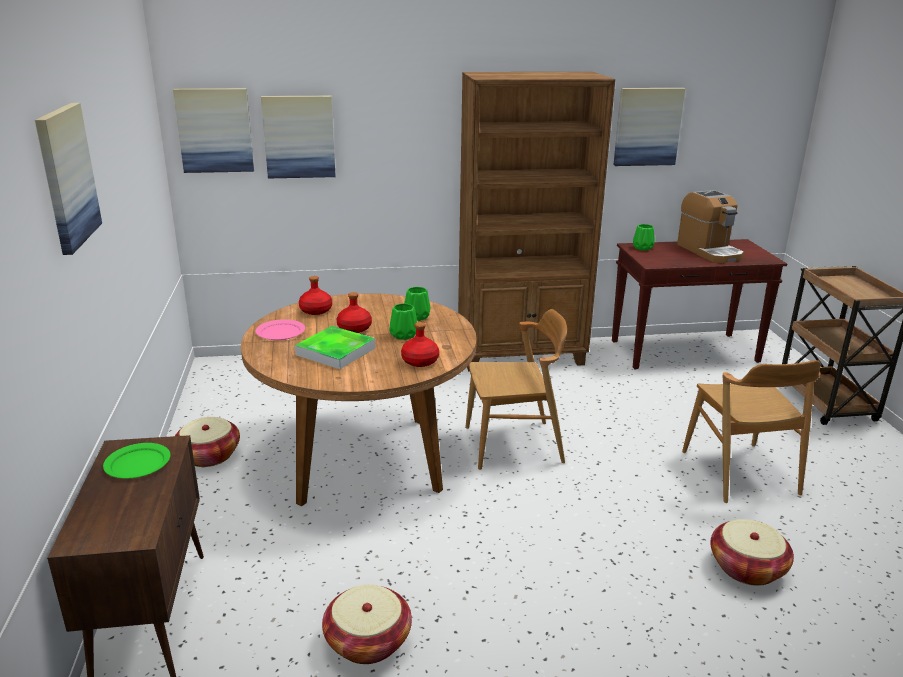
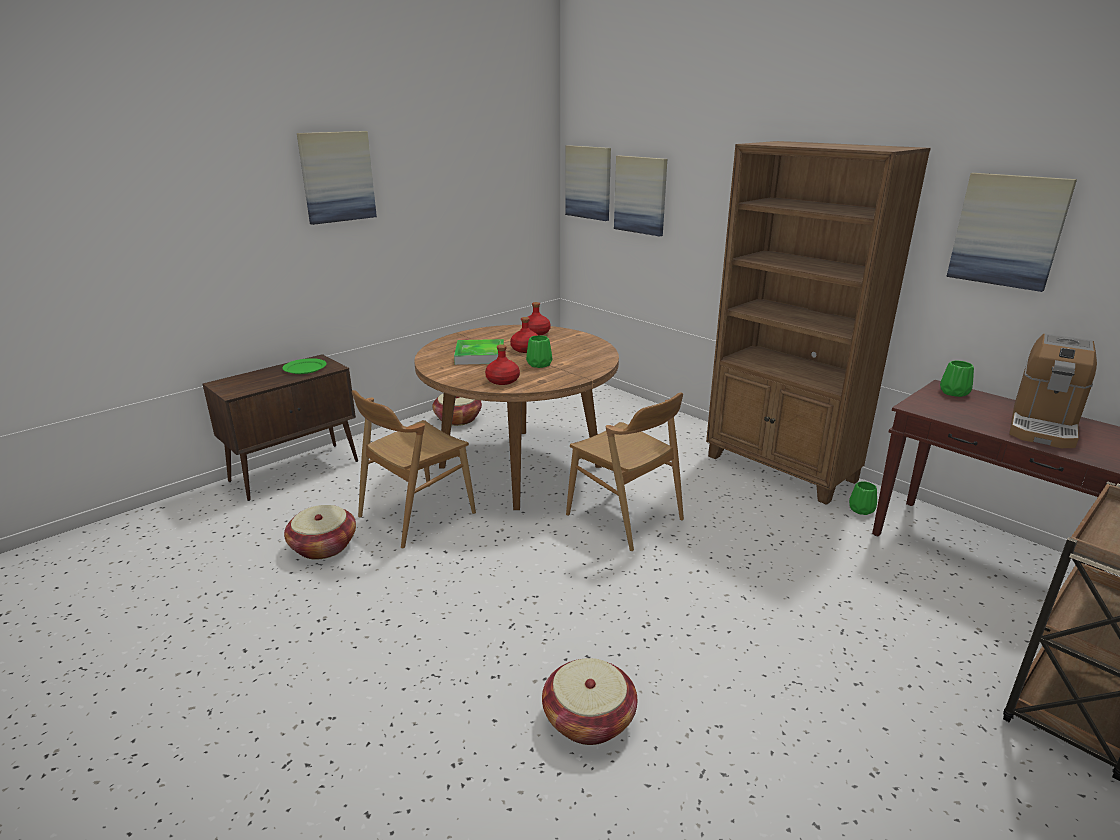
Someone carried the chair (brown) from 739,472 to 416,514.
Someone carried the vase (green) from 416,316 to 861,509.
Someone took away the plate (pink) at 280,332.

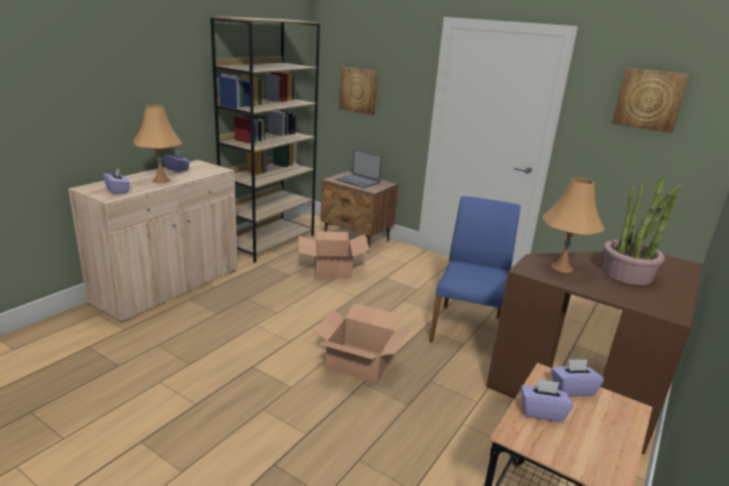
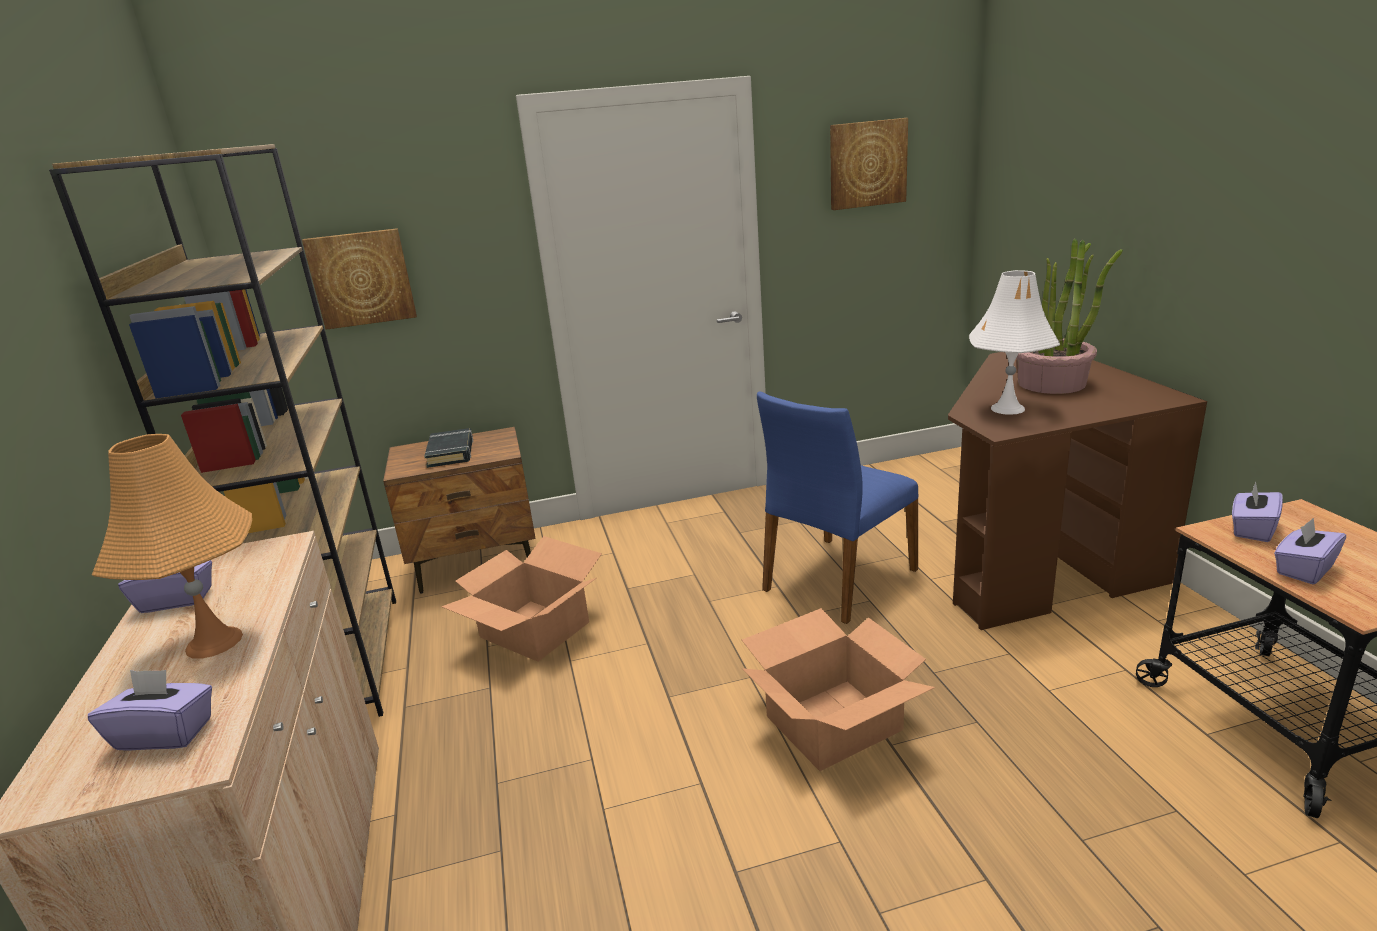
Someone swapped the laptop at 358,181 for the book (black) at 451,452.
Someone rotated the chair (blue) at 468,328 by 105 degrees counterclockwise.
Someone repainted the table lamp (orange) at 561,267, which became the table lamp (white) at 1007,408.

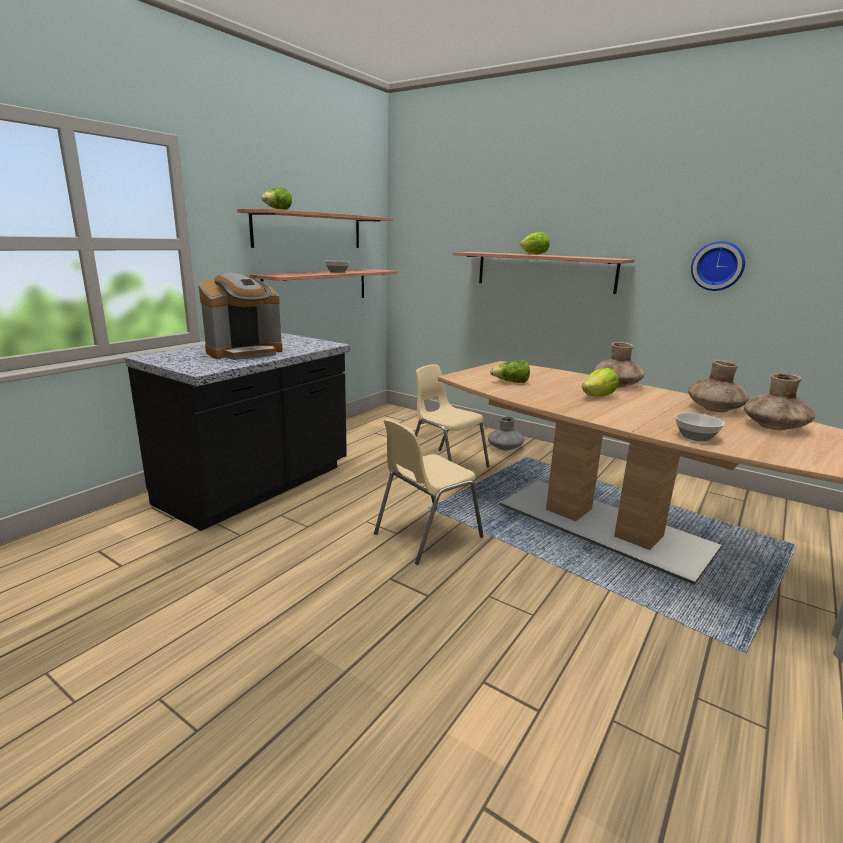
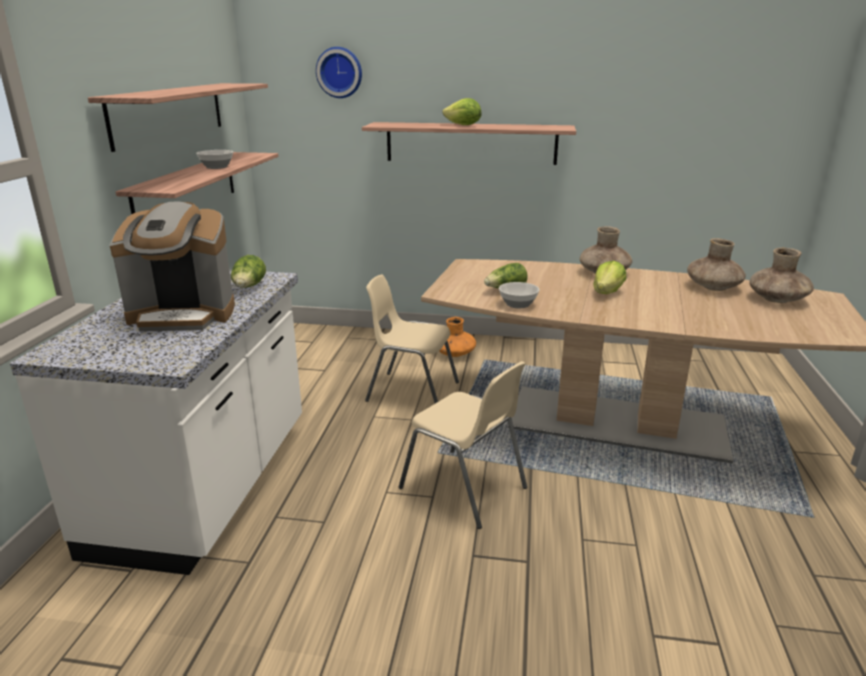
Someone repainted the counter (black) at 257,487, which became the counter (white) at 207,486.
Someone rotated the coffee machine at 245,352 by 60 degrees clockwise.
Someone carried the lettuce from 277,209 to 249,287.
Someone carried the wall clock from 718,266 to 340,72.
Someone rotated the chair (beige) at 426,535 by 75 degrees counterclockwise.
Someone repainted the vase (grey) at 505,448, which became the vase (orange) at 455,354.
Someone carried the bowl from 694,437 to 517,304.

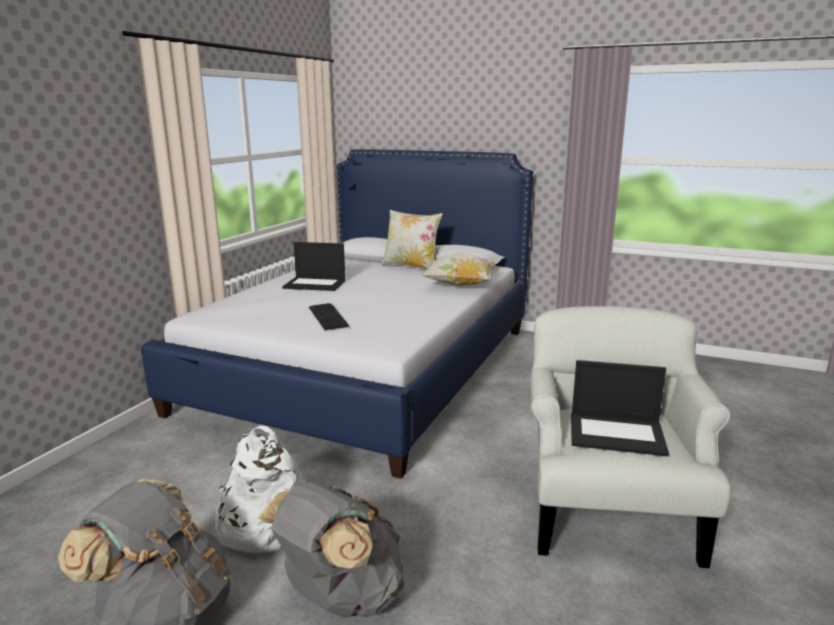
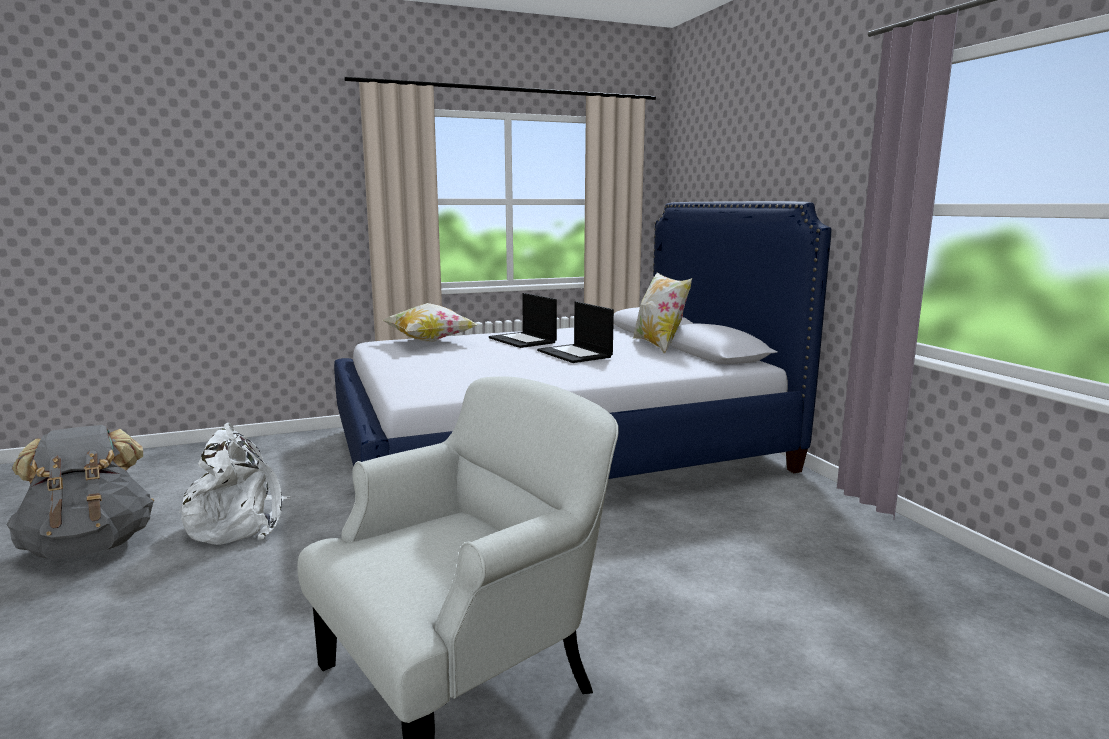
Someone carried the pillow from 460,285 to 430,341.
Someone carried the laptop from 617,434 to 575,354.
Someone took away the backpack (grey) at 340,597.
Someone took away the keyboard at 329,317.

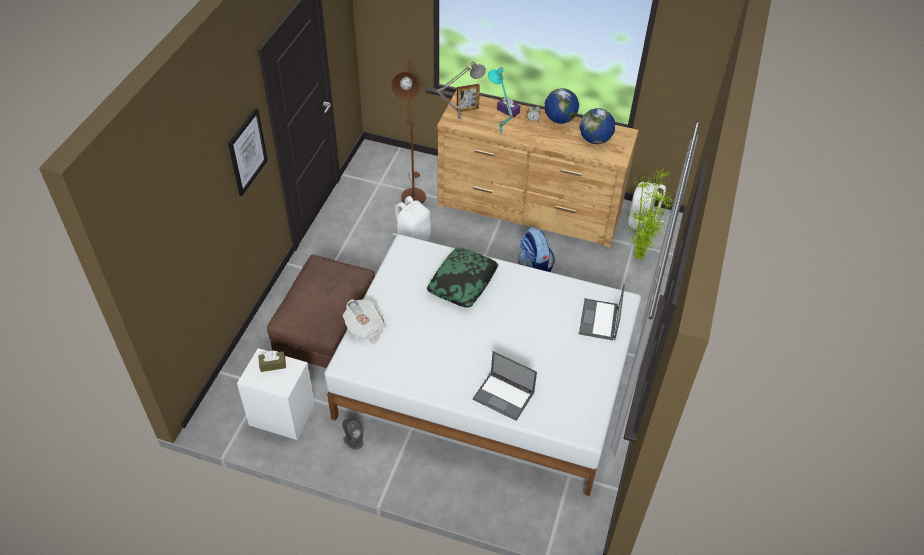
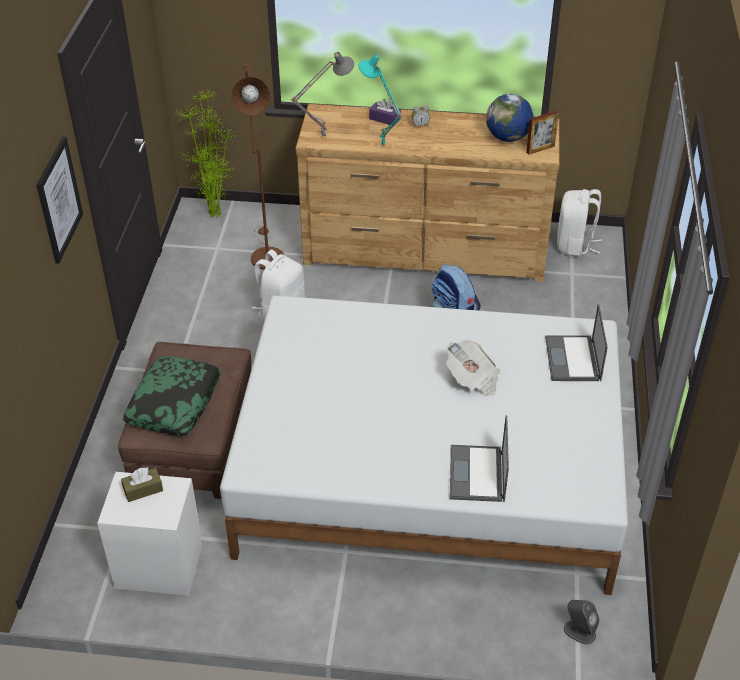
Someone carried the pillow from 462,282 to 174,403.
Someone carried the potted plant from 639,257 to 215,214.
Someone carried the newspaper from 365,328 to 473,379.
Someone rotated the laptop at 504,396 by 75 degrees clockwise.
Someone carried the picture frame from 467,109 to 540,149.
Someone carried the speaker (grey) from 353,440 to 579,631.
Someone took away the globe at 559,119.

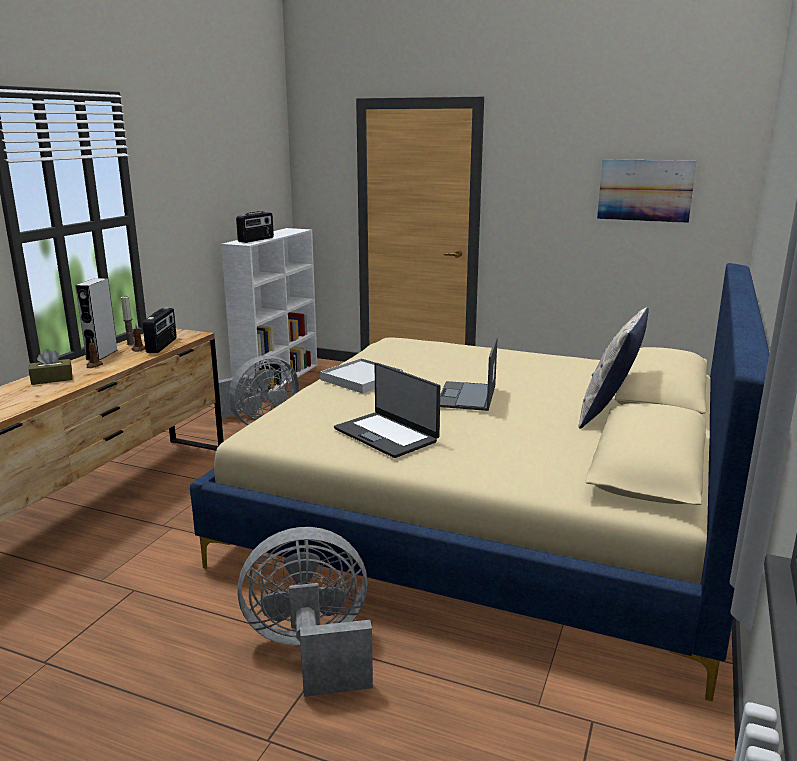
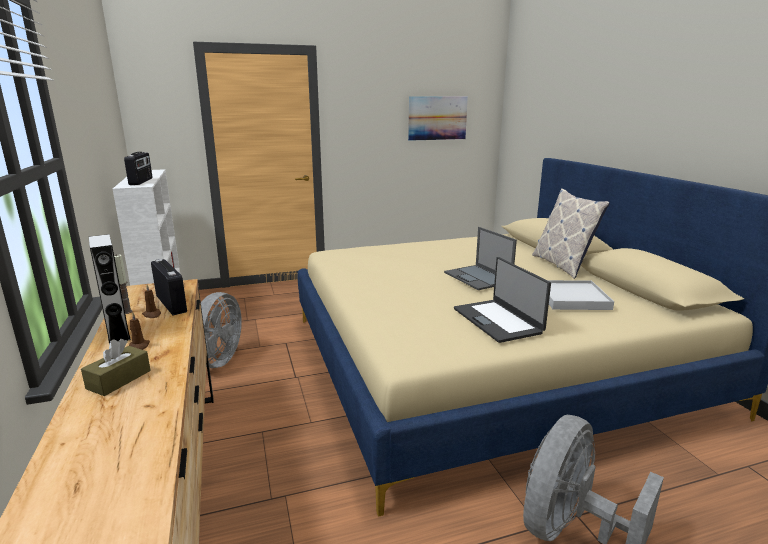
Someone rotated the laptop at 386,434 by 60 degrees clockwise.
Someone carried the tray (white) from 361,379 to 572,298.

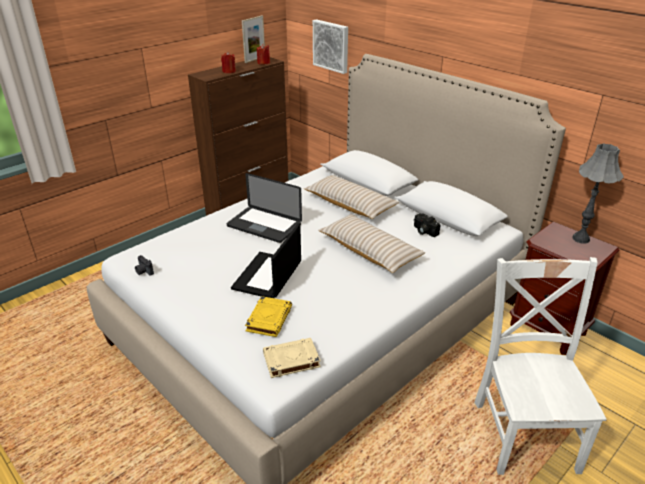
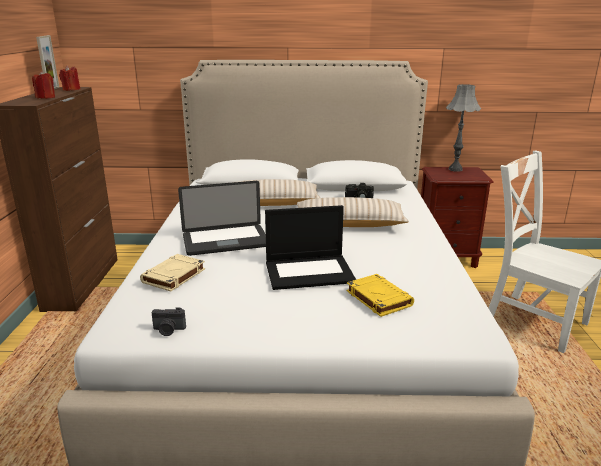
Someone carried the book (beige) from 290,360 to 173,276.
Someone rotated the laptop at 268,276 by 75 degrees counterclockwise.
Someone took away the picture at 331,46.

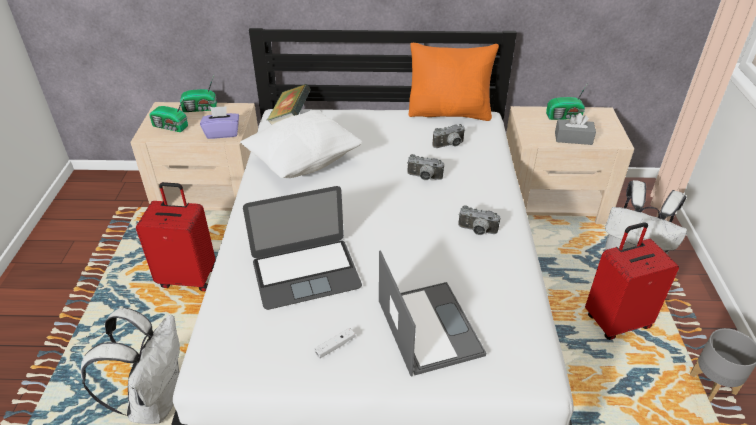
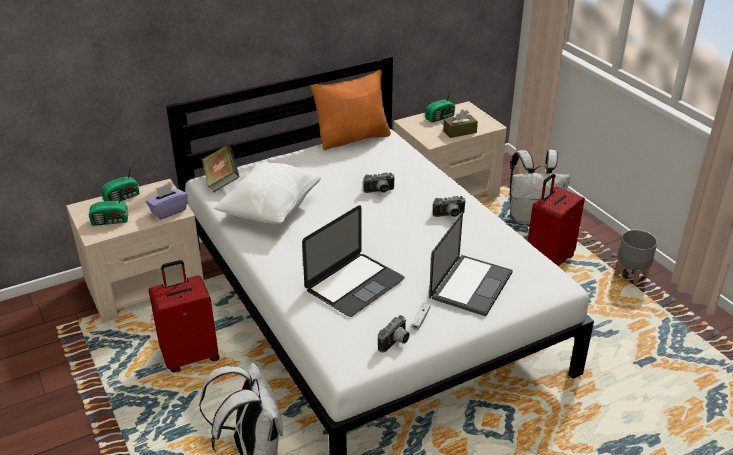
Someone carried the photo camera from 449,146 to 395,343.
Someone rotated the laptop at 428,326 by 75 degrees clockwise.
Someone repainted the tissue box (grey) at 573,138, which became the tissue box (brown) at 459,132.

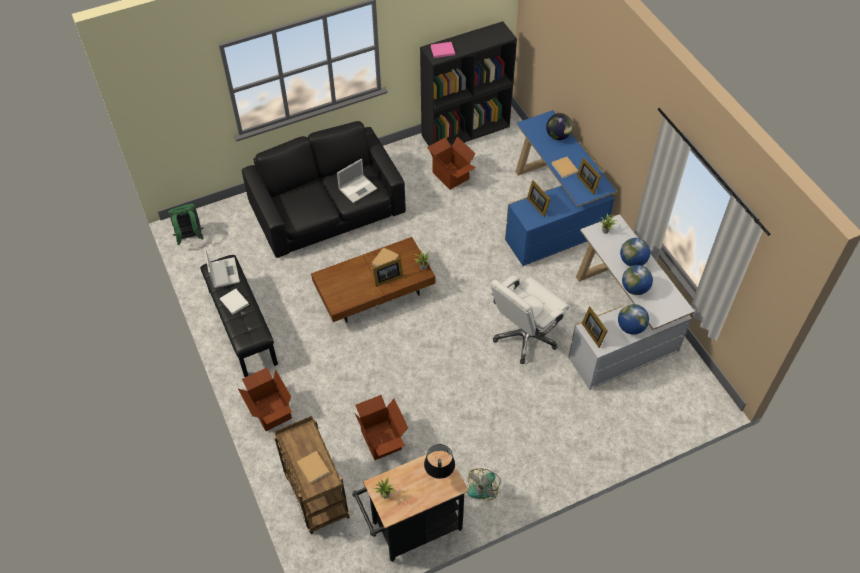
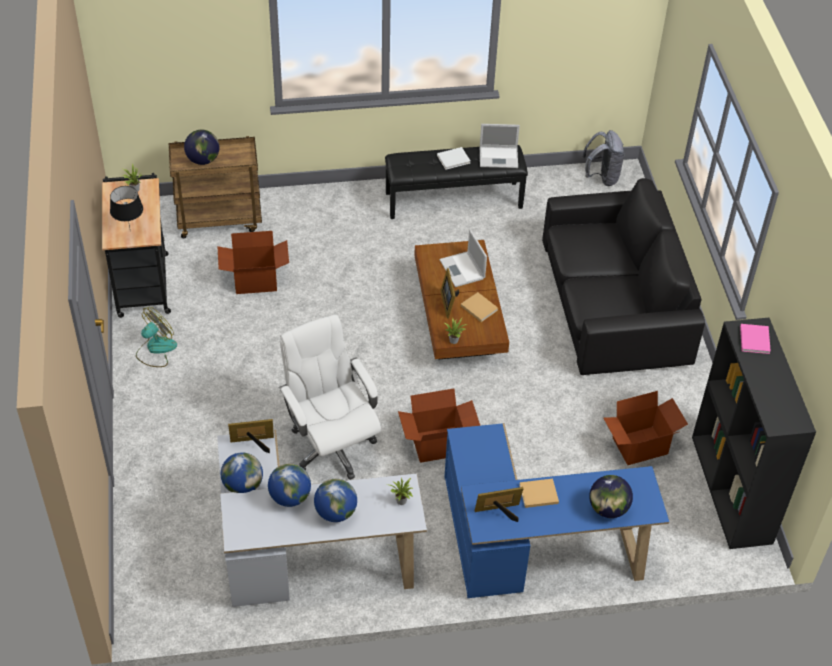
Someone rotated the fan at 484,486 by 75 degrees clockwise.
Someone swapped the book (beige) at 312,467 for the globe at 203,160.
Someone carried the cardboard box from 270,412 to 437,443.
Someone carried the laptop from 358,188 to 462,270.
Someone repainted the backpack (green) at 190,237, which became the backpack (grey) at 602,177.
Someone took away the picture frame at 538,205.

